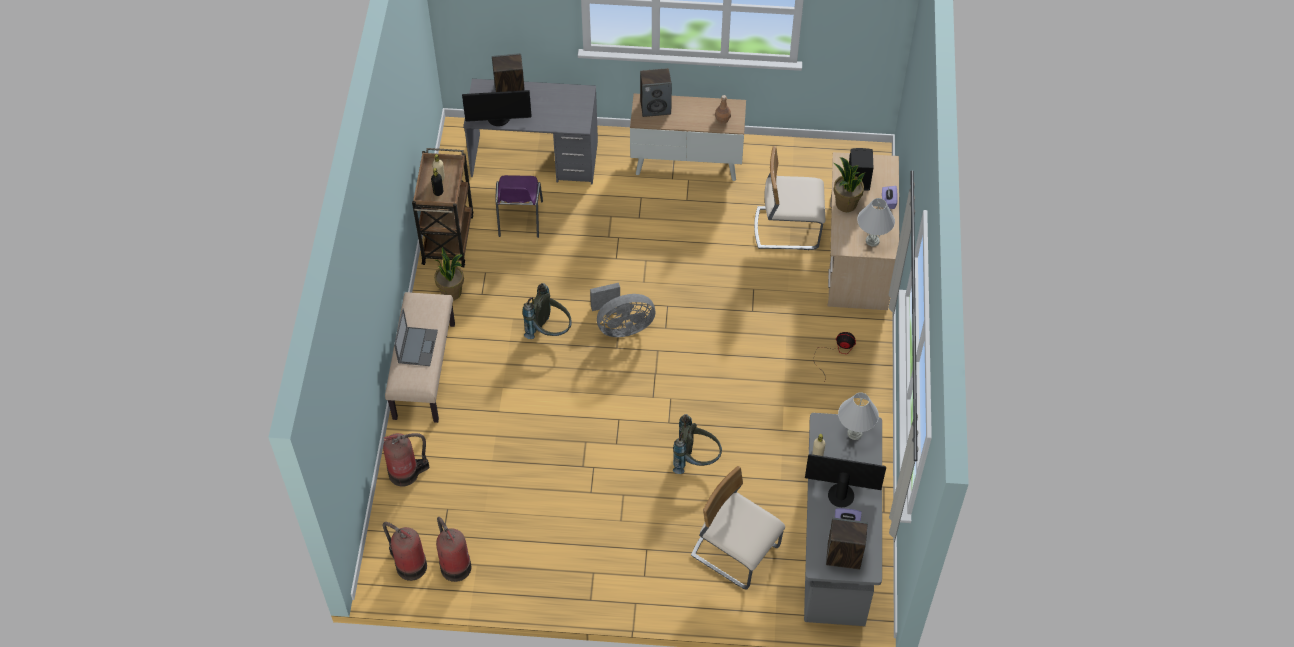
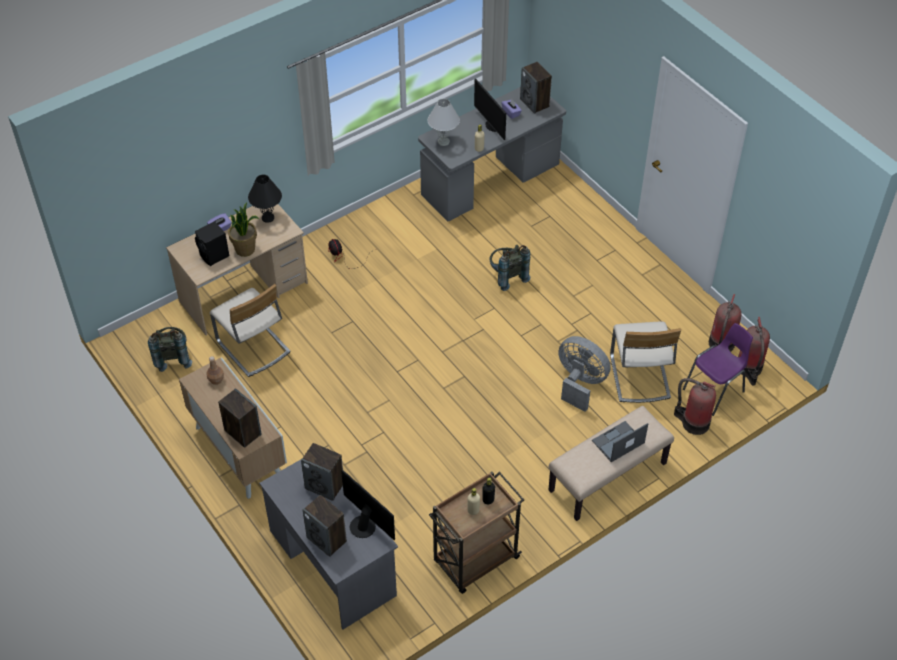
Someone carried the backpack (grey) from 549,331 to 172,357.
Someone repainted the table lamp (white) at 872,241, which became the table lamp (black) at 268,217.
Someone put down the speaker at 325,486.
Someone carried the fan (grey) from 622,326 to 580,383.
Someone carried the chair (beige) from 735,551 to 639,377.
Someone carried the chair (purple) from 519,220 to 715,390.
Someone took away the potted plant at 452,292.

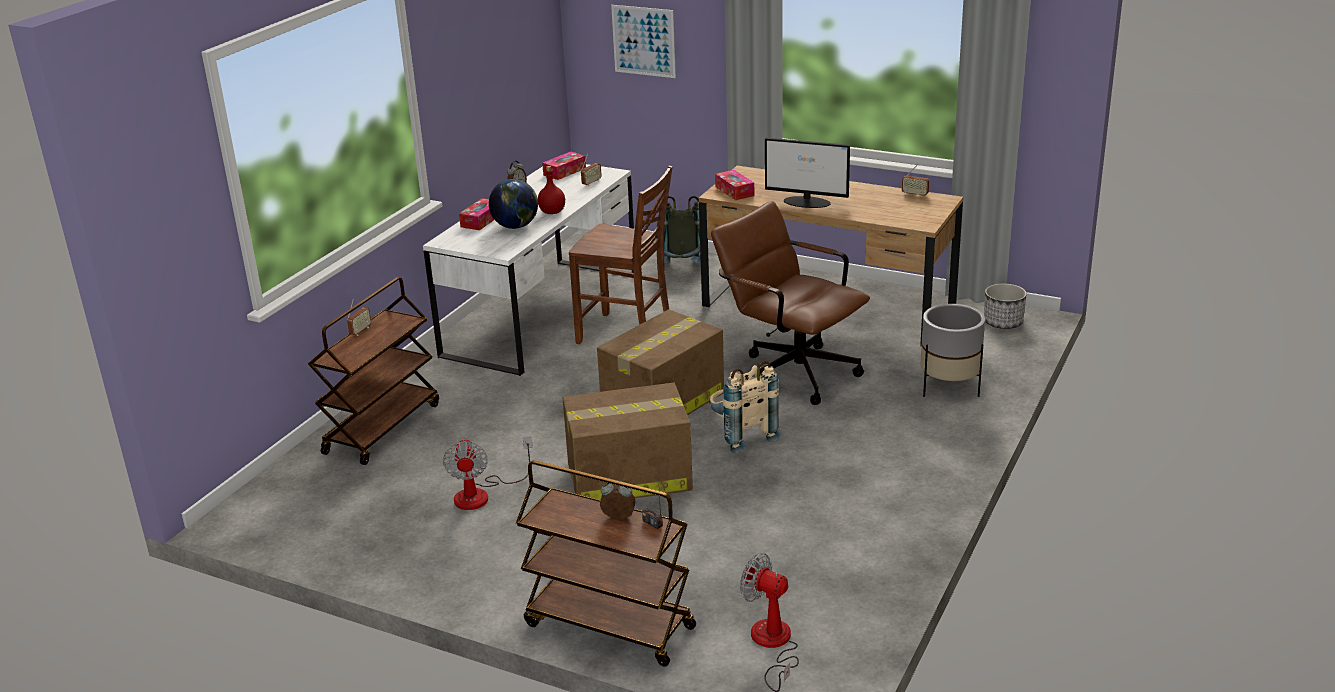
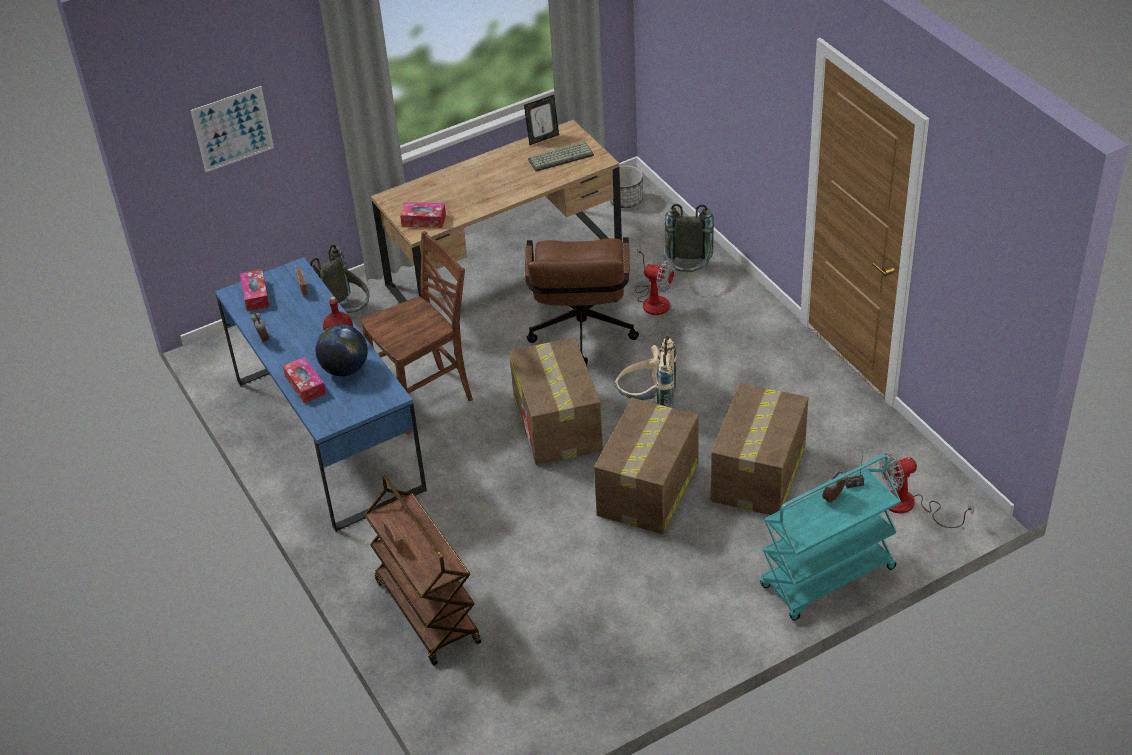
Someone repainted the desk (white) at 542,314, which became the desk (blue) at 329,434.
Someone swapped the radio at 915,194 for the picture frame at 543,138.
Someone rotated the office chair (brown) at 790,371 by 75 degrees counterclockwise.
Someone put down the keyboard at 561,157.
Someone carried the fan from 482,494 to 653,299.
Someone swapped the planter (grey) at 949,388 for the backpack (grey) at 688,273.
Someone put down the cardboard box at 758,475.
Someone repainted the cart (brown) at 608,626, which became the cart (turquoise) at 827,579.
Someone took away the monitor at 807,202.

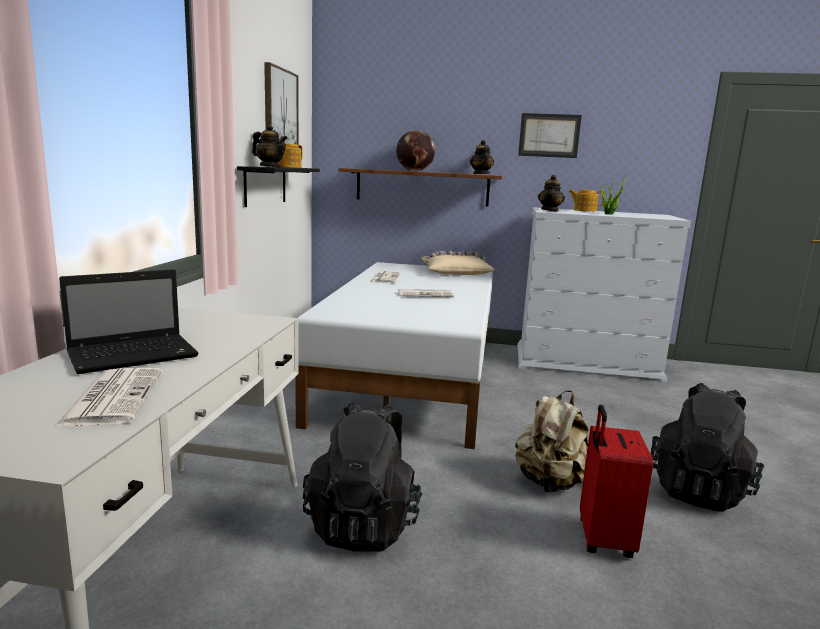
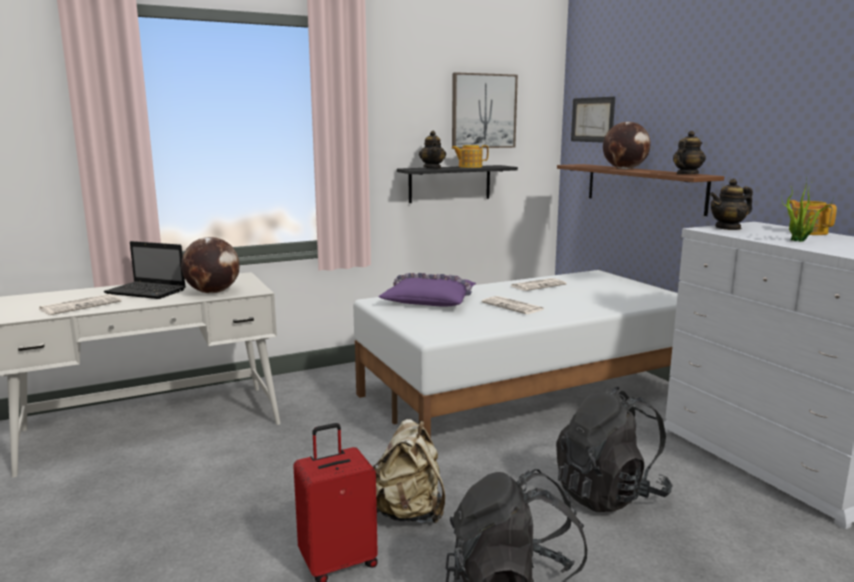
Someone put down the globe at 213,292.
Someone put down the pillow (purple) at 430,300.
Someone carried the backpack (black) from 364,525 to 609,494.
Someone carried the picture from 549,135 to 592,120.
Someone took away the pillow (beige) at 455,272.

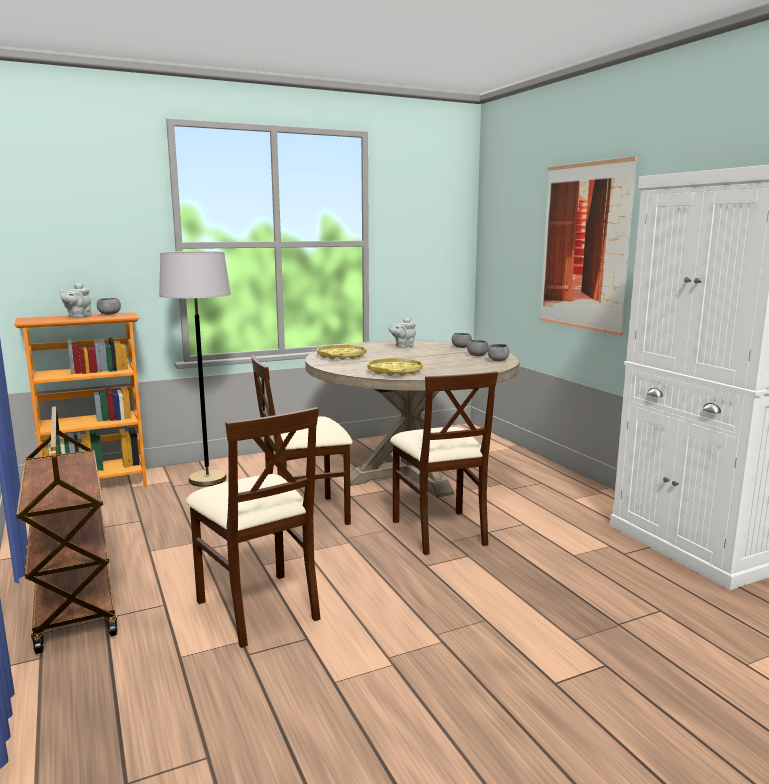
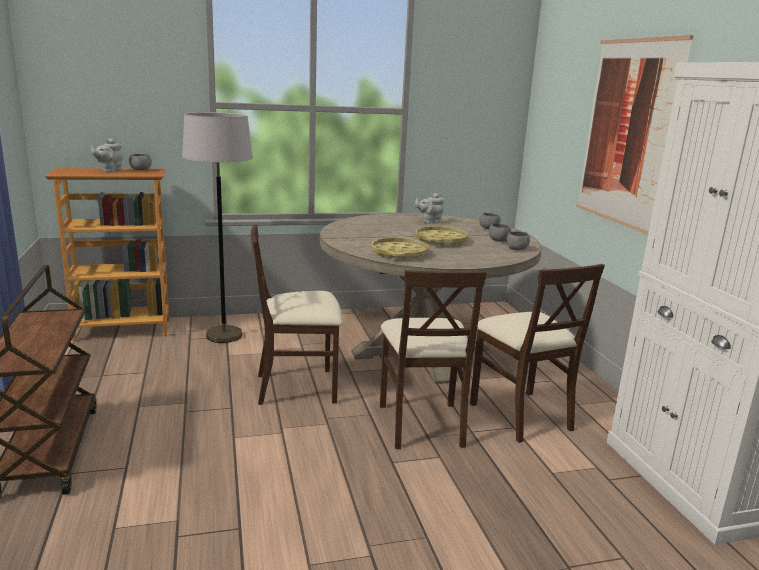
Someone carried the tray (yellow) from 341,356 to 441,240.
Someone carried the chair (beige) from 259,608 to 521,415.

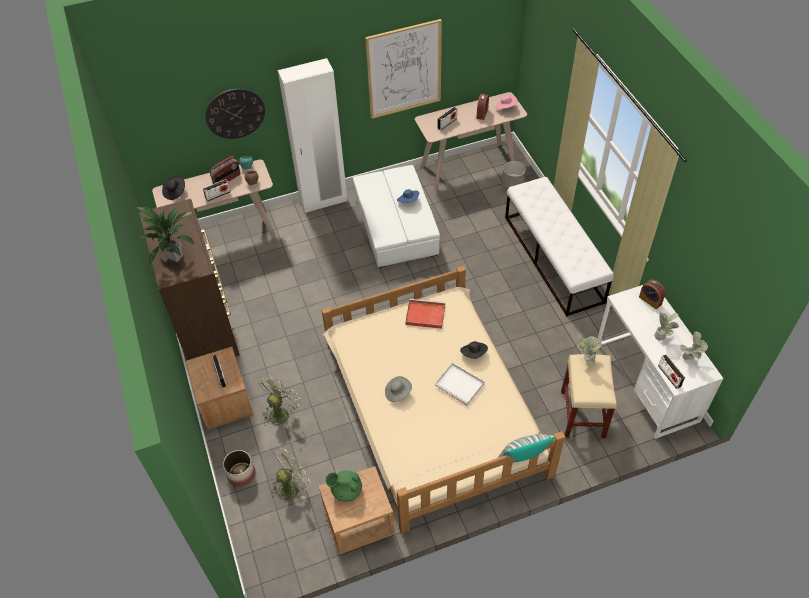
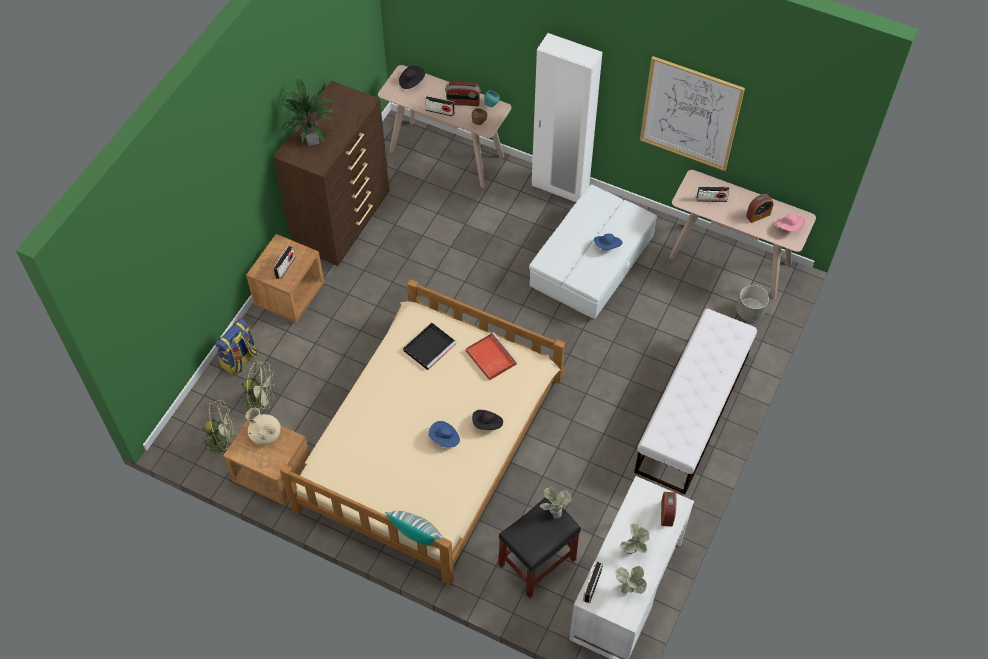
Someone carried the fan (green) from 281,412 to 223,441.
Someone swapped the planter at 241,474 for the backpack at 240,360.
Someone repainted the teapot (green) at 346,490, which became the teapot (beige) at 265,434.
Someone put down the tray (black) at 430,346.
Someone swapped the tray (white) at 460,385 for the hat (blue) at 444,438.
Someone repainted the stool (beige) at 582,413, which became the stool (black) at 538,561.
Someone took away the wall clock at 235,113.
Someone took away the hat (grey) at 397,393.

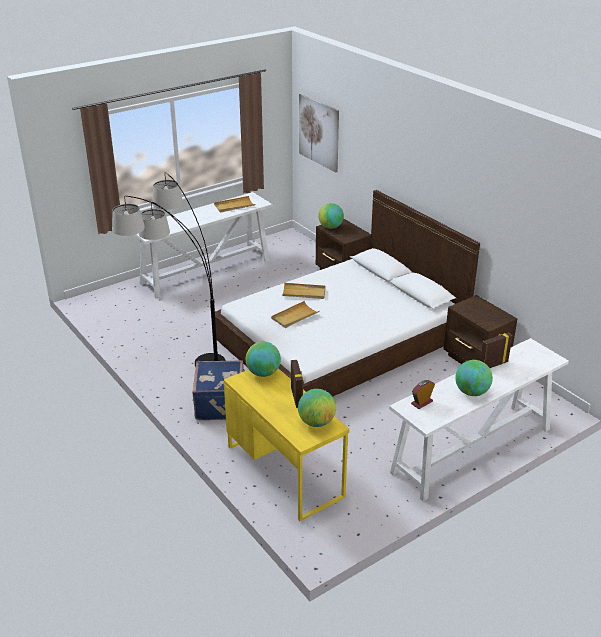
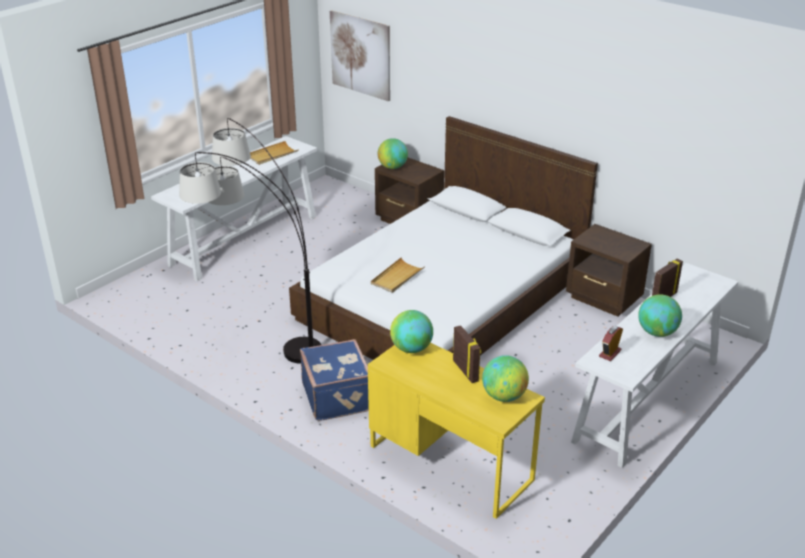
Someone took away the tray (beige) at 304,293.

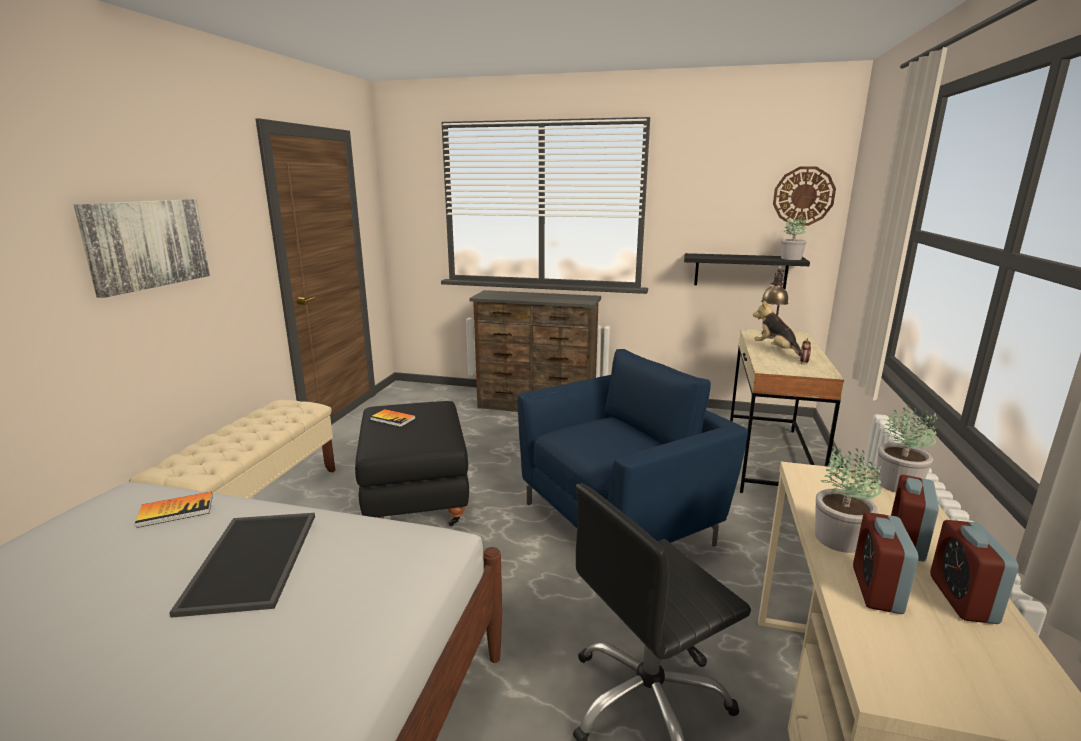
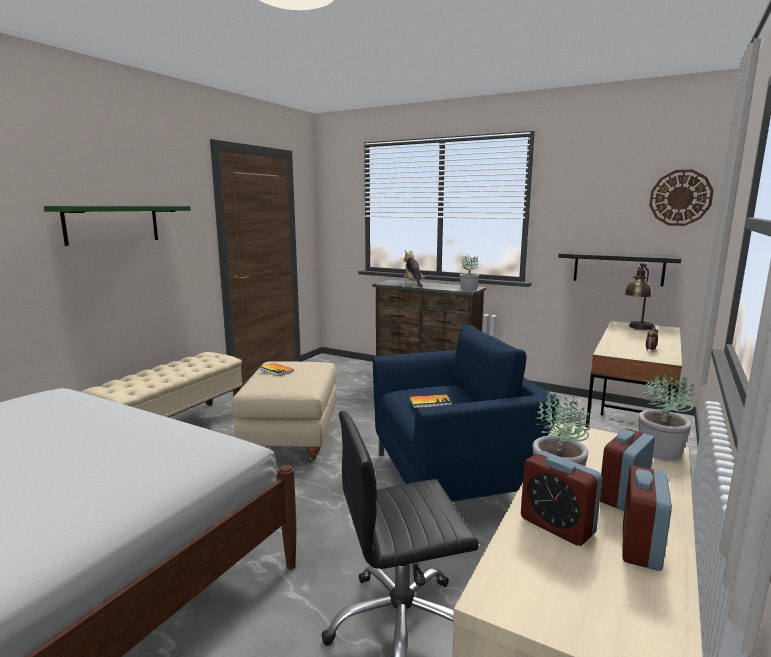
Someone swapped the picture at 146,244 for the shelf (green) at 112,224.
Someone repainted the ottoman (black) at 417,501, which became the ottoman (beige) at 292,441.
Someone carried the plush toy from 776,350 to 413,283.
Someone carried the book from 176,511 to 430,402.
Someone carried the potted plant from 791,258 to 469,289.
Someone rotated the alarm clock at 876,590 by 75 degrees counterclockwise.
Someone took away the tray at 254,561.

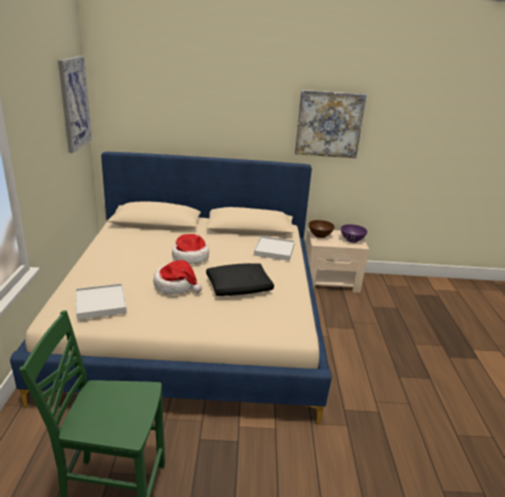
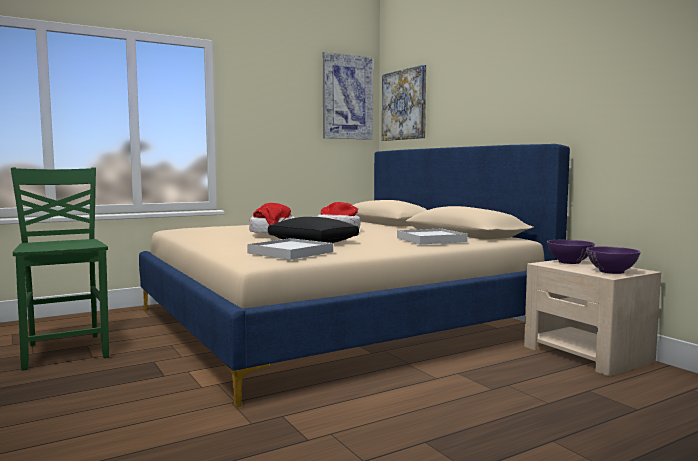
Someone carried the tray (white) from 101,303 to 290,252.
Someone carried the picture from 329,124 to 404,105.
Someone repainted the bowl (brown) at 319,235, which became the bowl (purple) at 569,262.

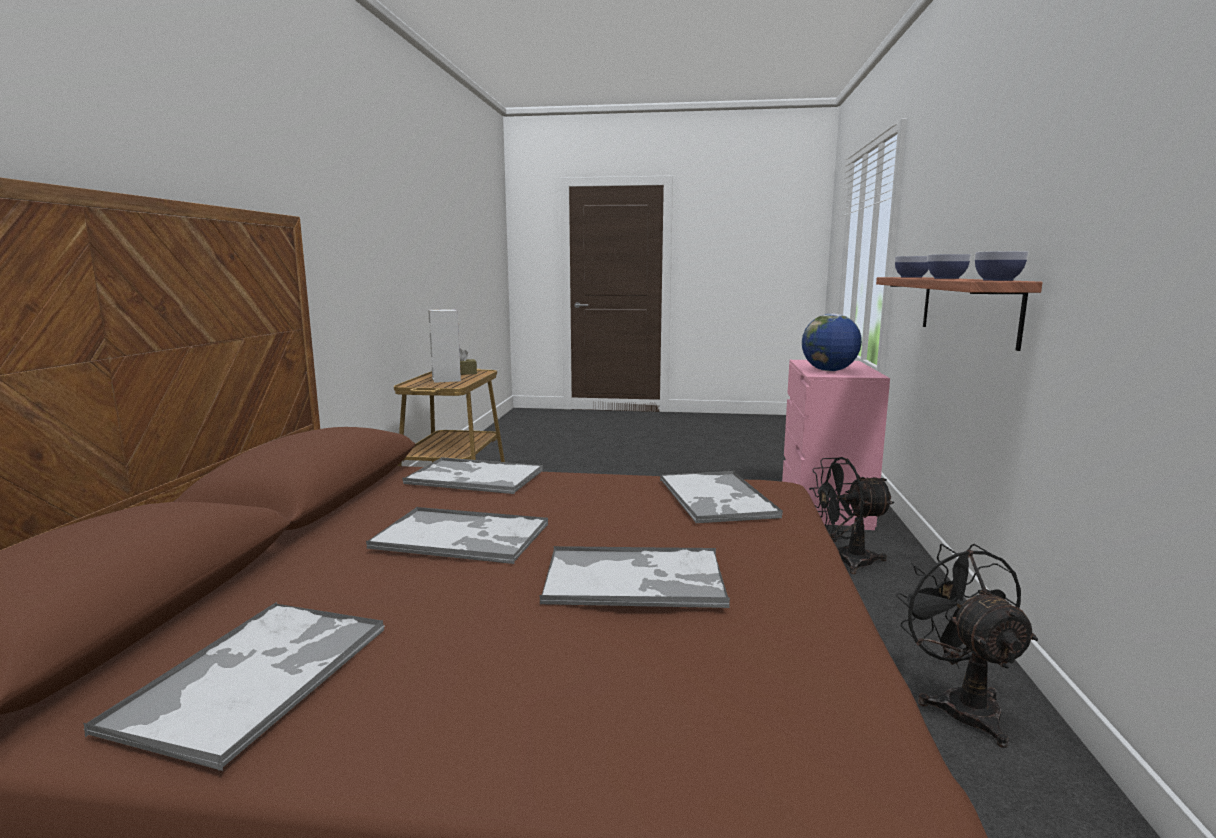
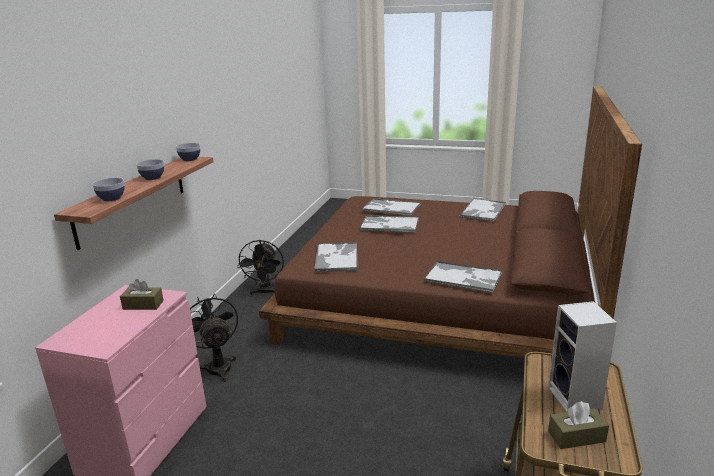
Someone swapped the globe at 829,371 for the tissue box (brown) at 143,305.
Someone rotated the fan (black) at 845,561 by 120 degrees counterclockwise.
Someone carried the tray from 462,537 to 390,208.

